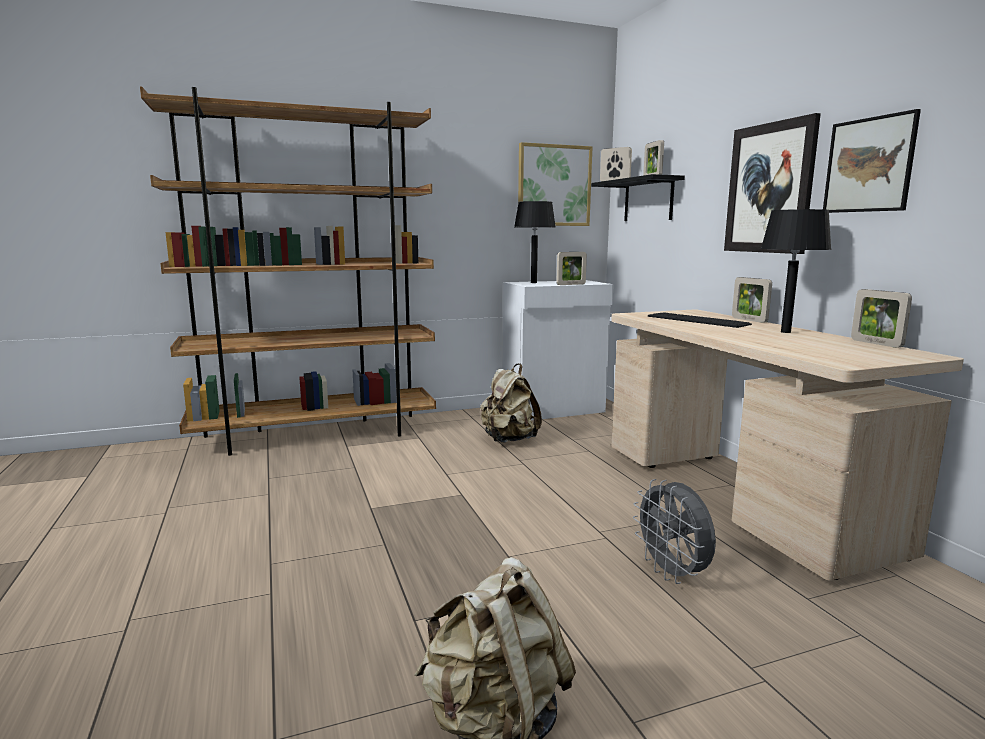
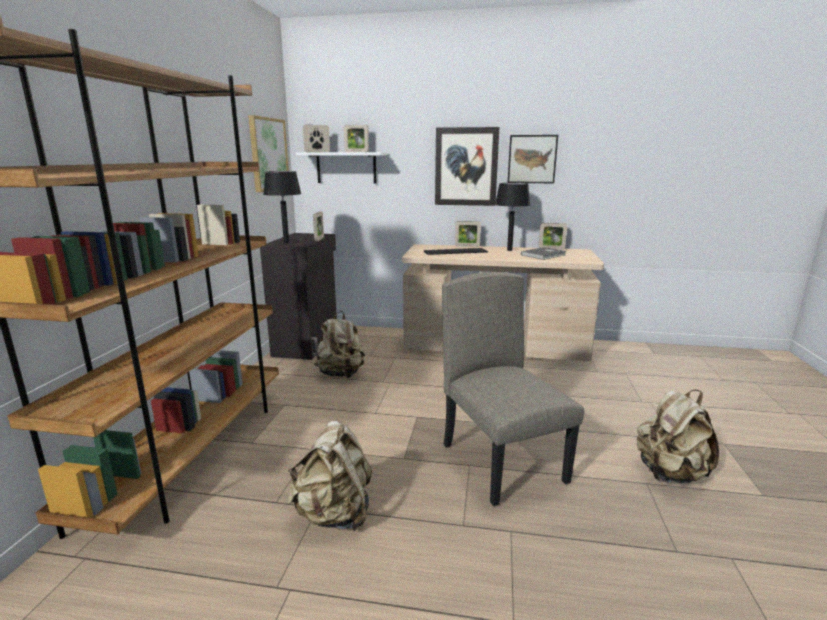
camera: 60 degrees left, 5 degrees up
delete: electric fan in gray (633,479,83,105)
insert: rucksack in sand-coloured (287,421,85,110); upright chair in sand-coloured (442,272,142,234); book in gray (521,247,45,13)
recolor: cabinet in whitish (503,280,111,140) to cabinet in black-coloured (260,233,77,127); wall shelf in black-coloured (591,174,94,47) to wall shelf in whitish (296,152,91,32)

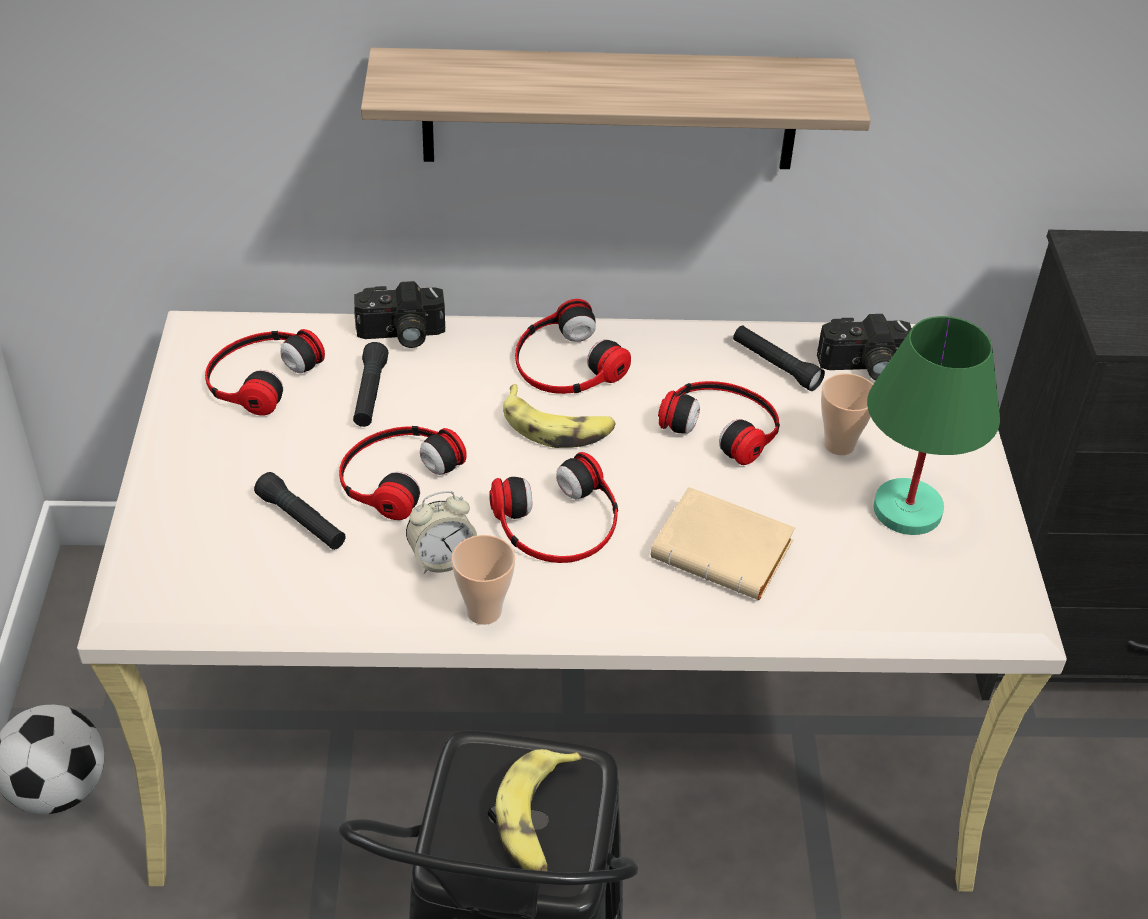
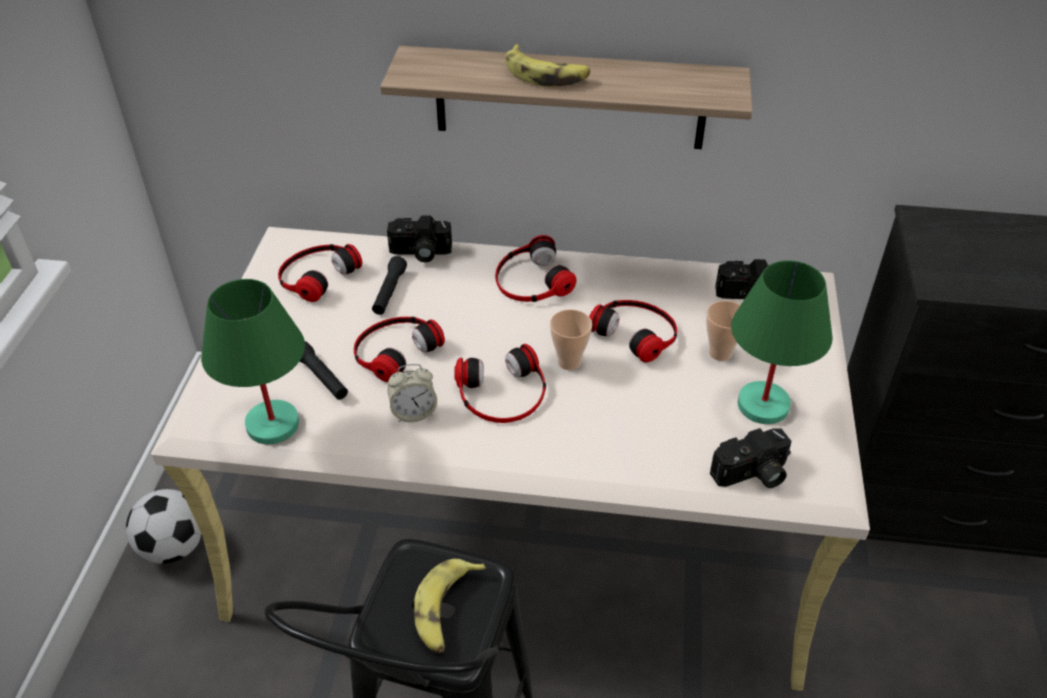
camera: 10 degrees right, 0 degrees up
delete: book in sand-coloured (651,487,144,113); hand torch in black-coloured (733,325,92,66)
insert: table lamp in green-coloured (201,279,104,166); still camera (710,428,82,60)
move: cup (452,535,63,90) to (550,309,42,61); whole banana (503,384,113,64) to (505,44,85,43)

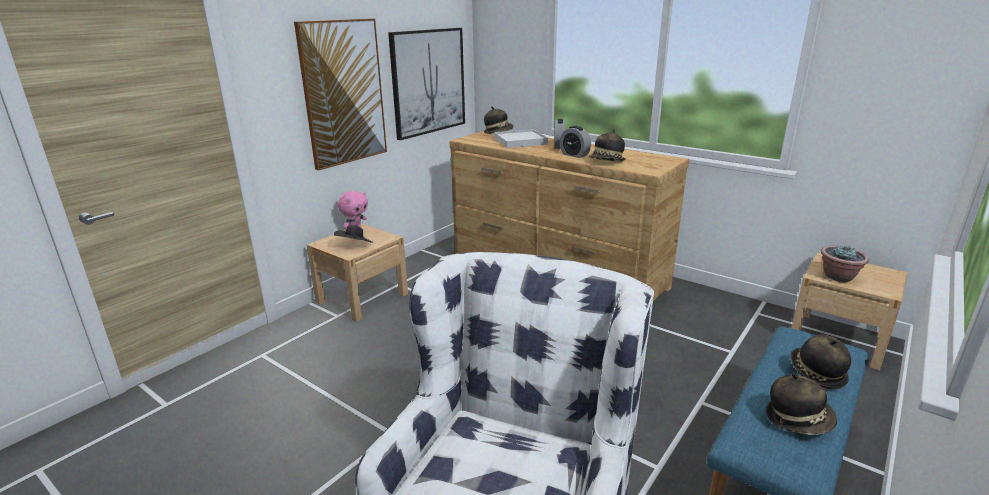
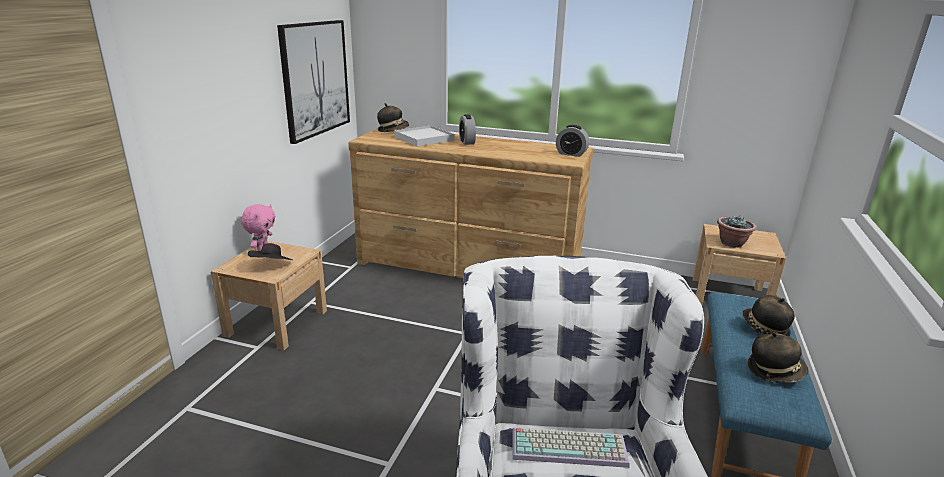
camera: 20 degrees left, 0 degrees up
delete: picture (294,19,93,152); hat (589,129,37,33)
insert: computer keyboard (512,427,118,41)
move: table clock (560,126,31,32) to (556,125,33,32)

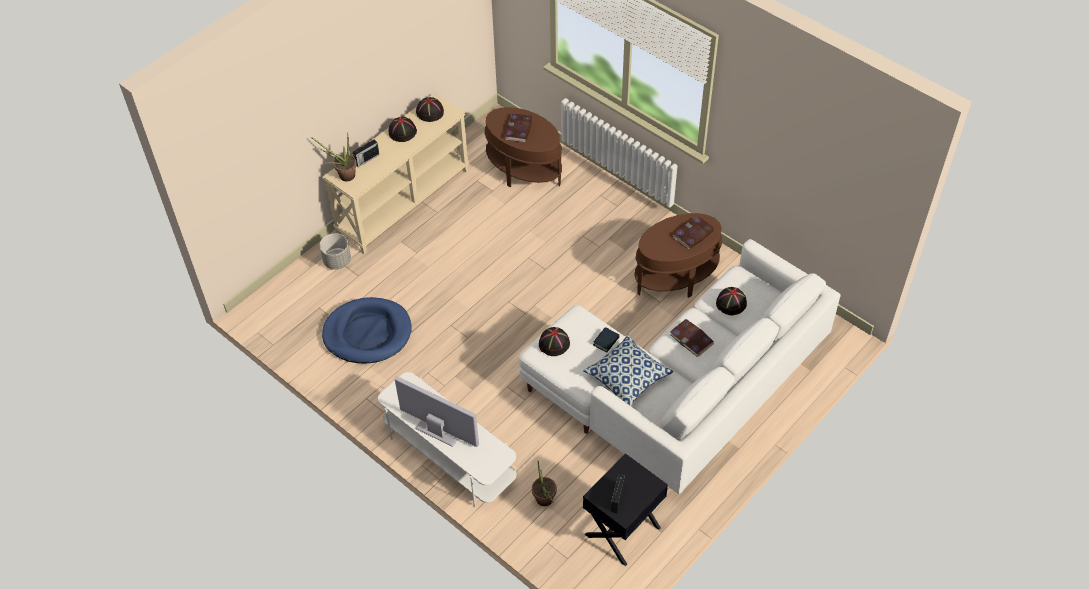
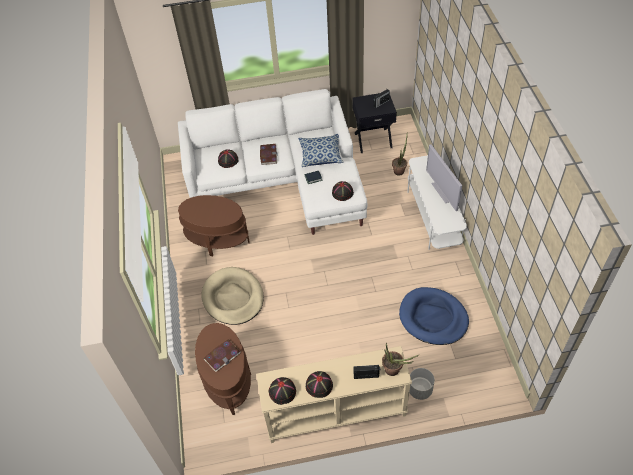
camera: 140 degrees left, 0 degrees up
delete: book (673,216,41,33)
insert: dog cushion in sand-coloured (201,267,63,58)

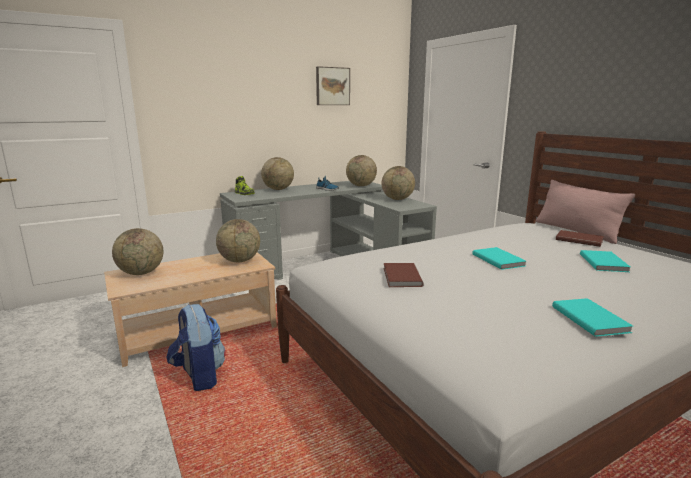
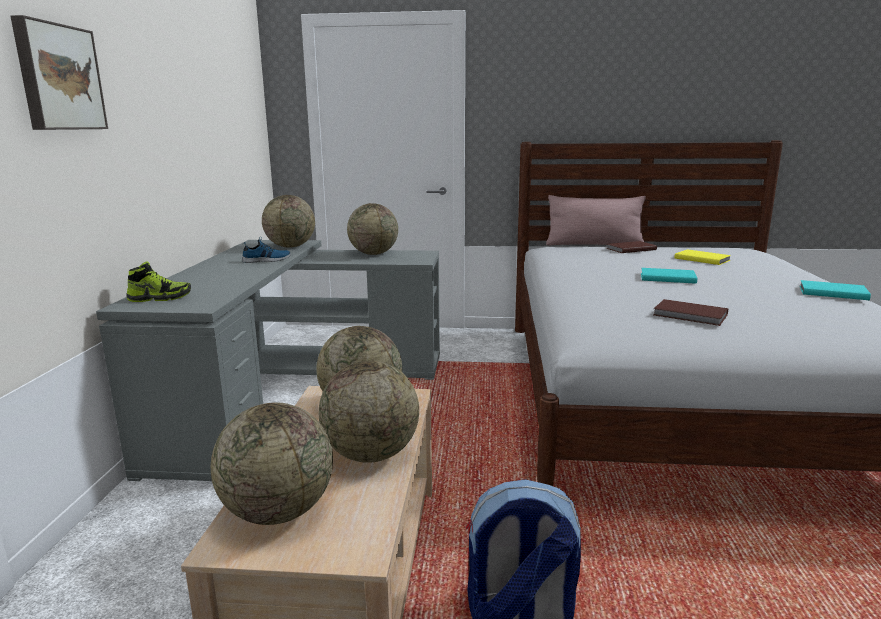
camera: 55 degrees left, 0 degrees up
move: globe (261,157,33,33) to (319,360,100,103); picture (316,66,34,39) to (10,15,98,115)
recolor: book in turquoise (580,250,50,22) to book in yellowish (674,249,57,16)

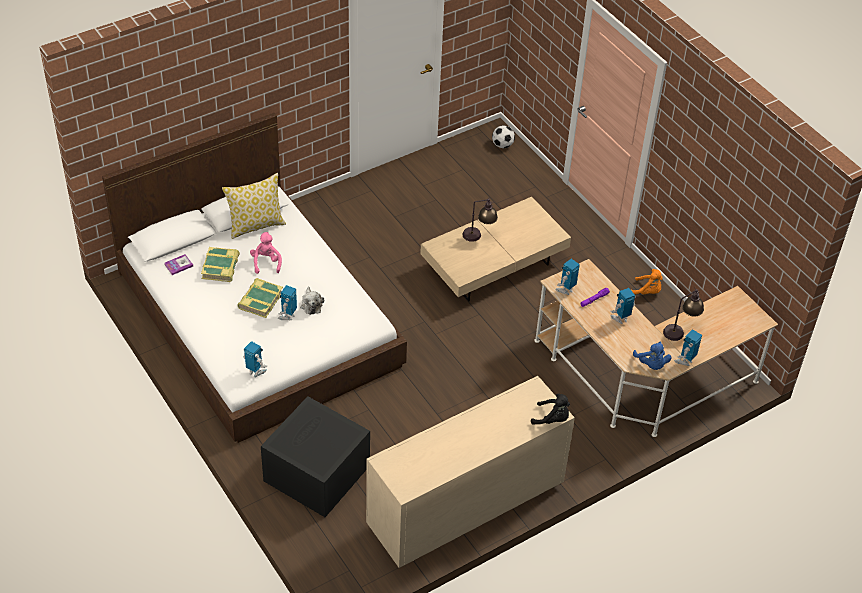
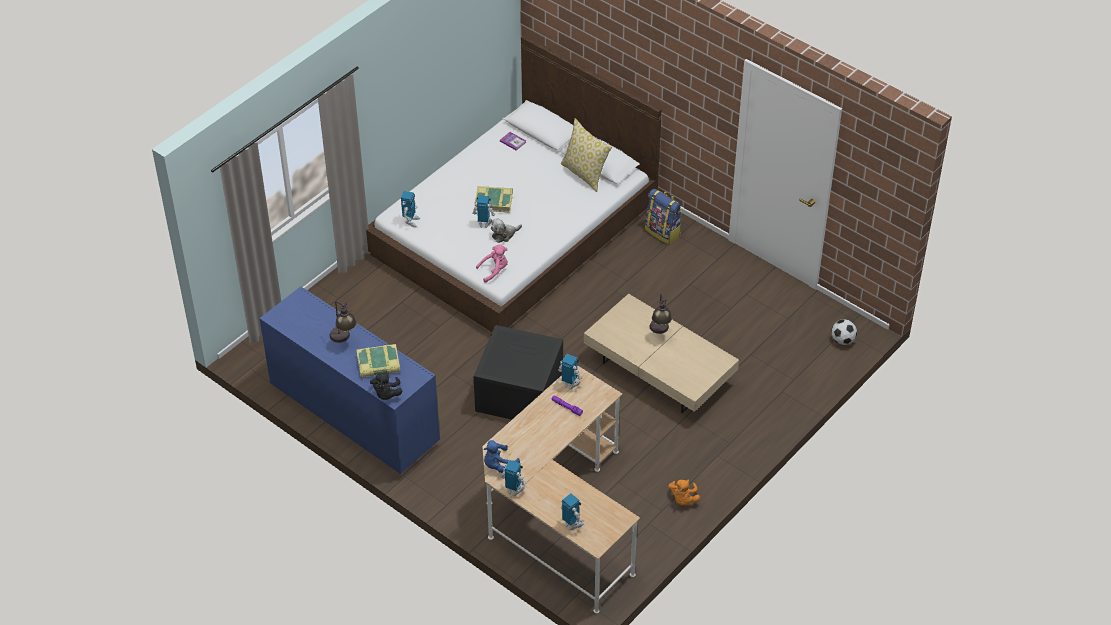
camera: 75 degrees right, 0 degrees up
insert: rucksack (645,189,37,55)
move: book (201,247,39,35) to (357,344,43,34); cuddly toy in pinkish (250,232,32,42) to (476,244,32,39); storage container in black-coloured (261,396,109,121) to (474,325,89,95); model robot (610,288,26,36) to (561,493,23,37); table lamp (663,289,41,52) to (330,301,27,42)
recolor: chest of drawers in sand-coloured (366,376,209,192) to chest of drawers in blue (260,286,180,188)

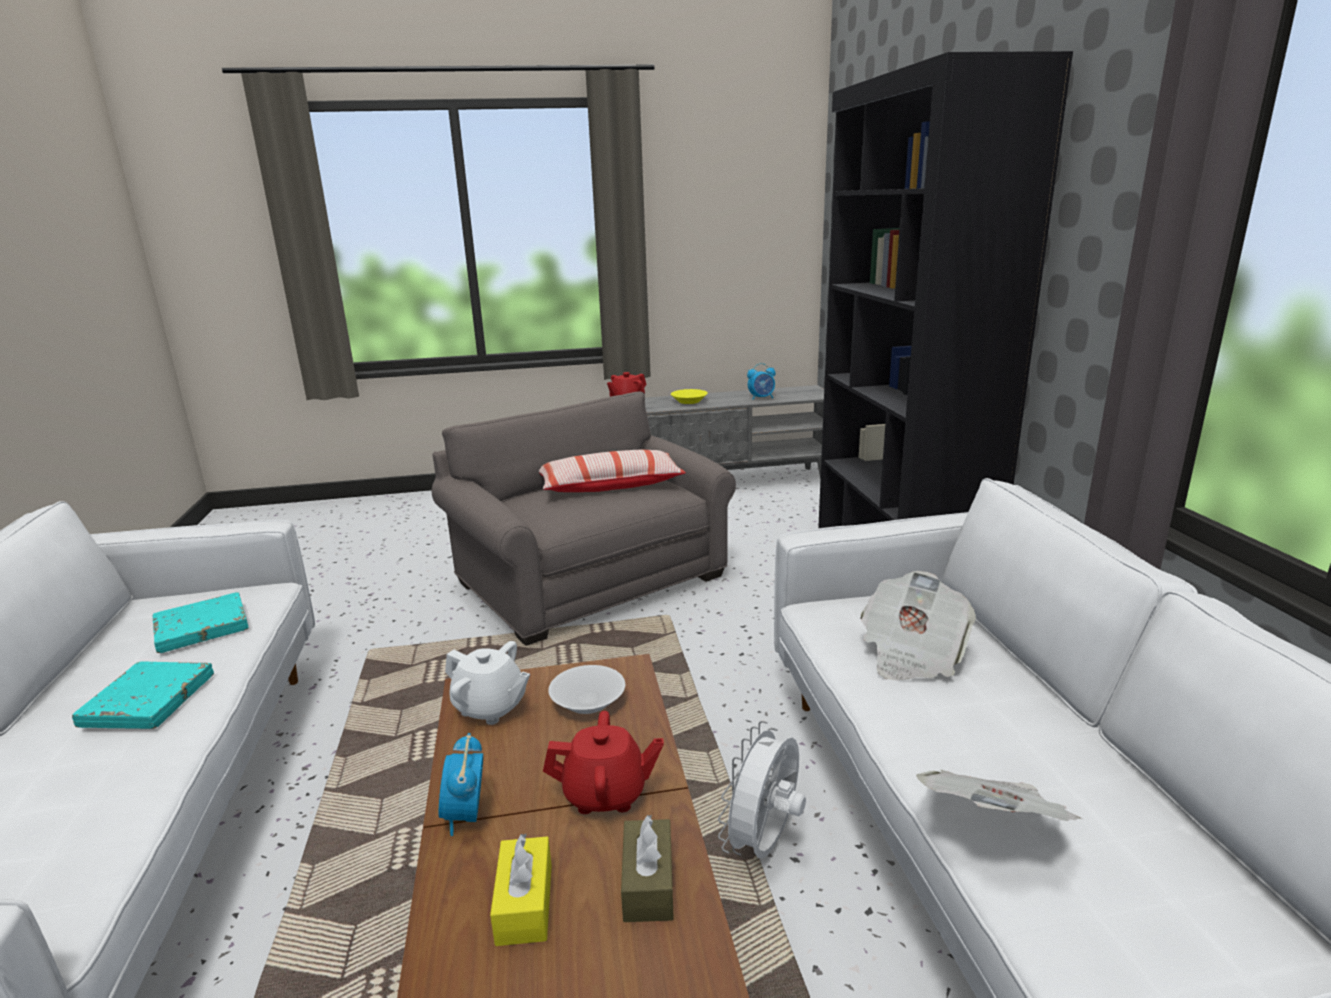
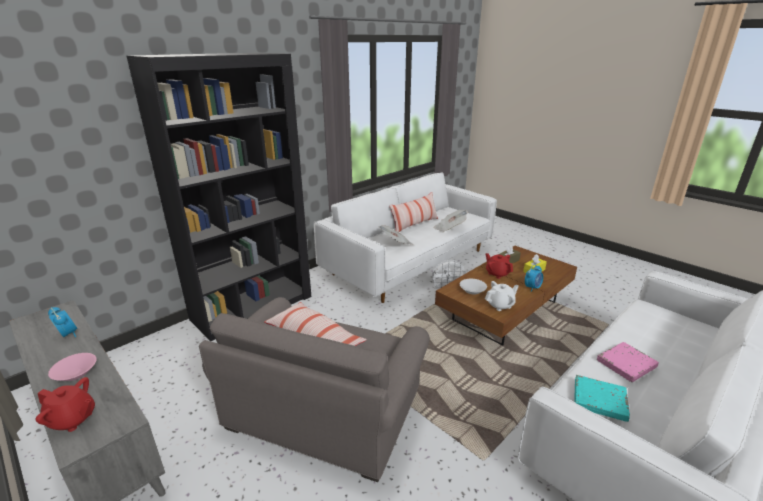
camera: 125 degrees left, 5 degrees up
insert: cushion (389,192,49,40)
recolor: book in turquoise (72,662,142,67) to book in pinkish (597,342,62,40); bowl in yellowish (671,389,37,15) to bowl in pinkish (48,353,49,28)
rotate: tea pot in whitish (445,641,85,84) = (485,281,34,30) 75 degrees clockwise

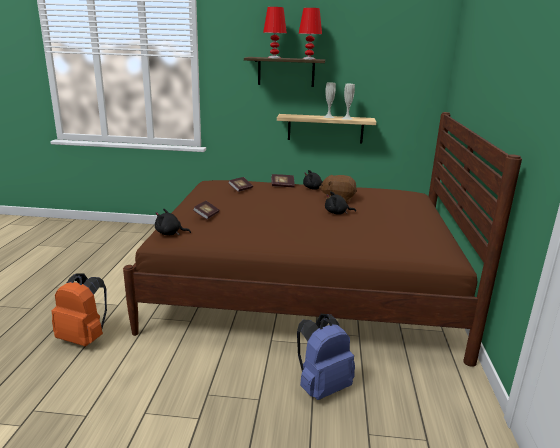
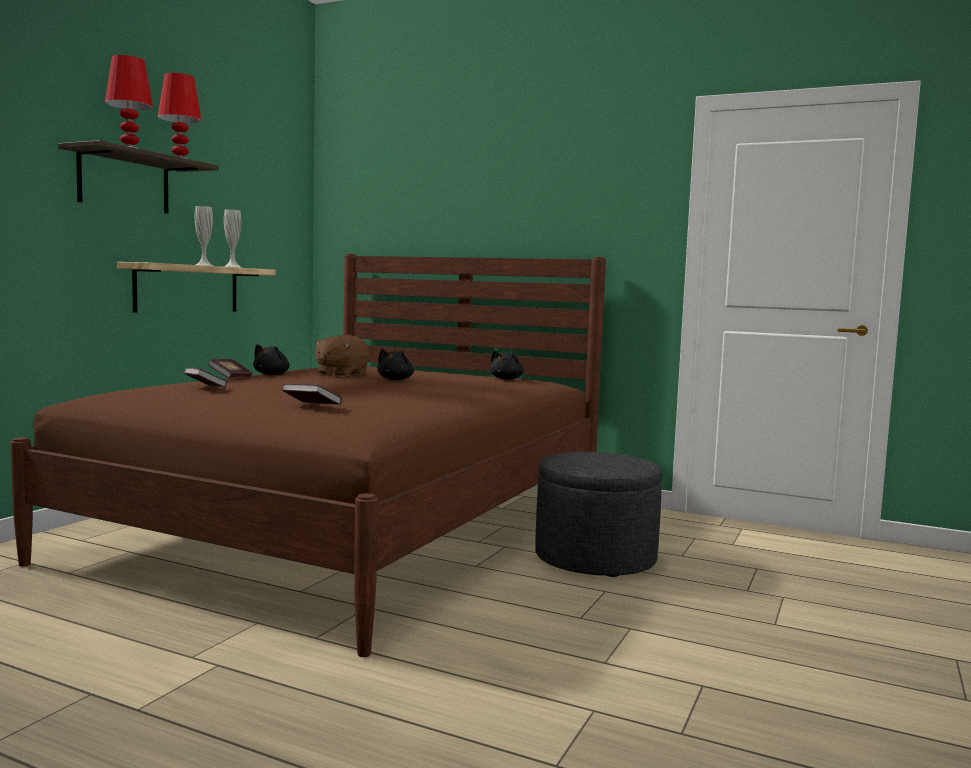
camera: 70 degrees left, 15 degrees down
delete: rucksack in orange-coloured (52,273,55,73)
move: cuddly toy in black-coloured (155,209,36,26) to (490,350,34,30)
replace: rucksack in blue (297,314,58,86) to ottoman in gray (535,452,128,125)

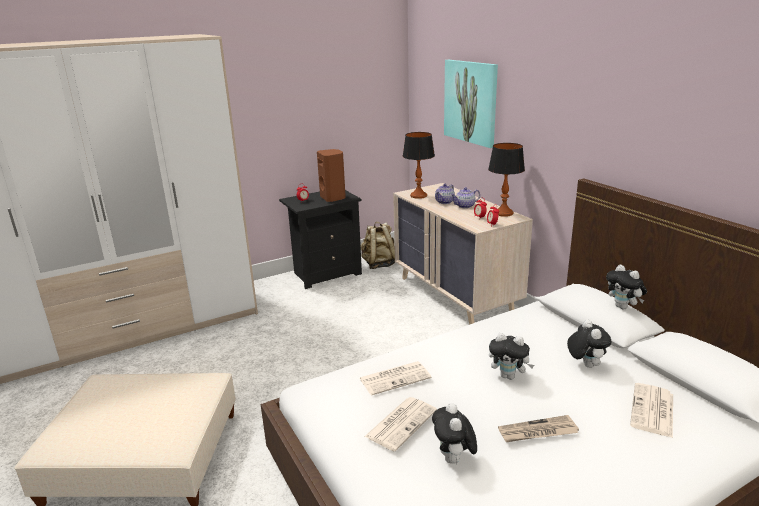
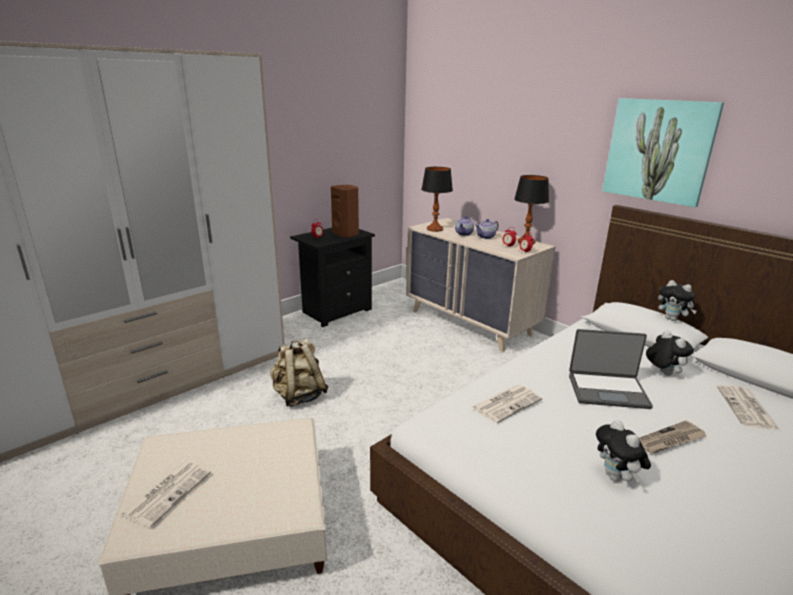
camera: 15 degrees left, 0 degrees up
move: rucksack in sand-coloured (361,222,34,47) to (270,339,59,68); newspaper (364,397,73,54) to (120,461,91,67); picture (444,60,54,88) to (602,98,122,109)
replace: cuddly toy (489,333,45,47) to portable computer (569,329,84,80)

